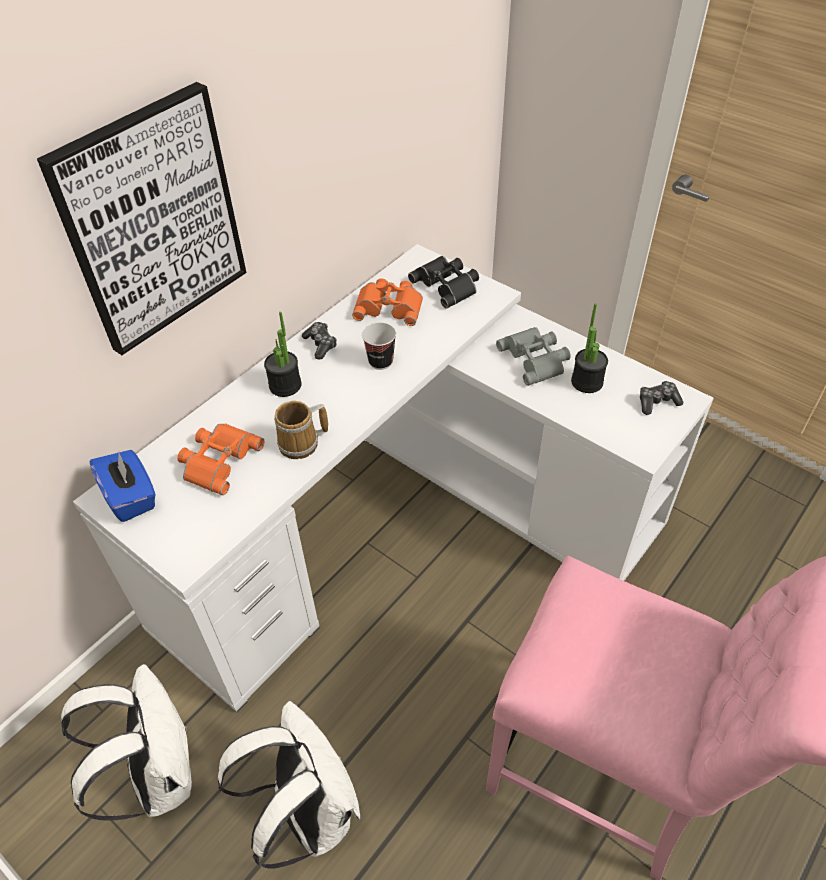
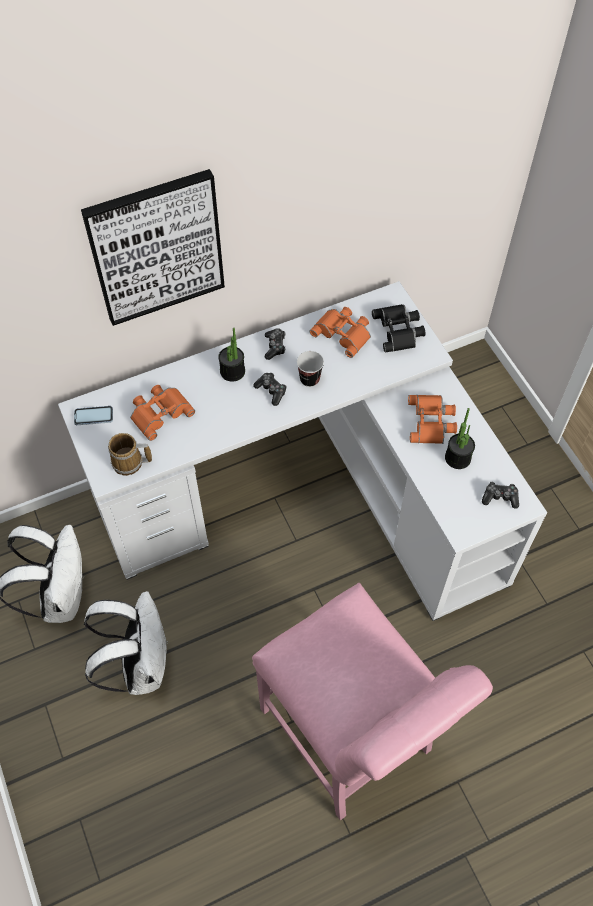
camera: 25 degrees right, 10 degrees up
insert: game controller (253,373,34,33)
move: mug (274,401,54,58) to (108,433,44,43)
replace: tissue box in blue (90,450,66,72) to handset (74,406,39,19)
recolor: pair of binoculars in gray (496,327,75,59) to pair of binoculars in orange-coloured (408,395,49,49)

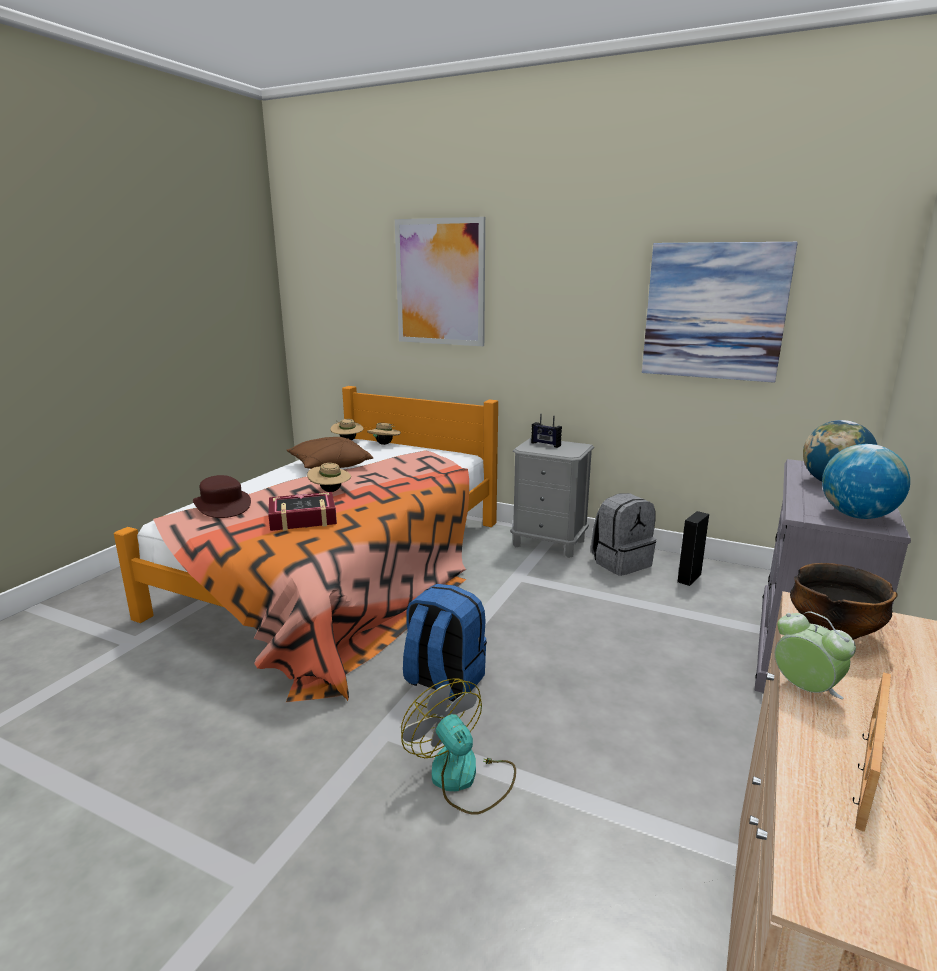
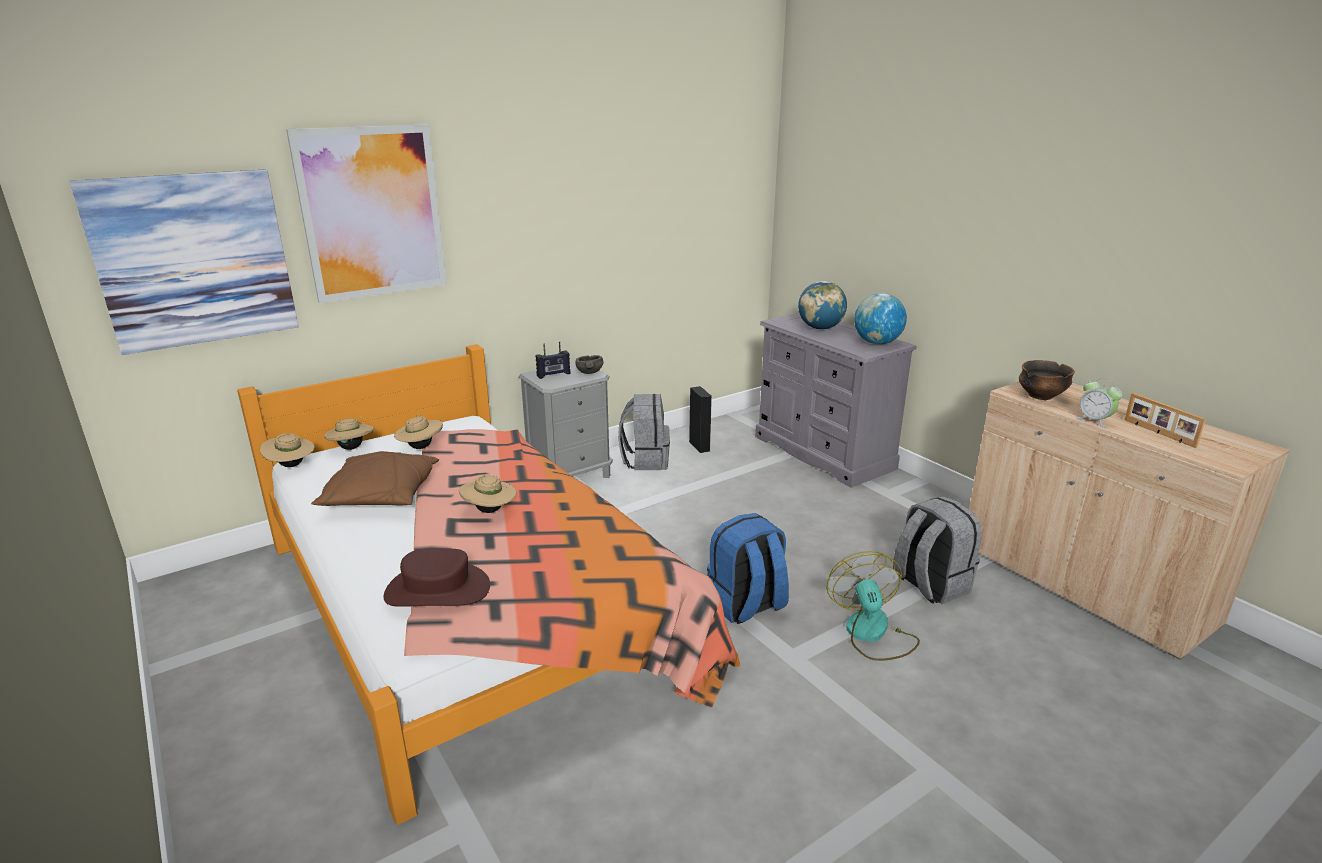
camera: 60 degrees left, 5 degrees up
delete: book (268,492,69,39)
insert: hat in sand-coloured (394,413,49,36); bowl in gray (575,355,28,19); rucksack in gray (893,496,89,108)
move: picture (642,242,156,141) to (70,169,229,186)
rotate: electric fan (401,678,115,137) = (826,551,94,110) 90 degrees clockwise; table clock (775,611,81,88) = (1076,378,47,50) 120 degrees counterclockwise

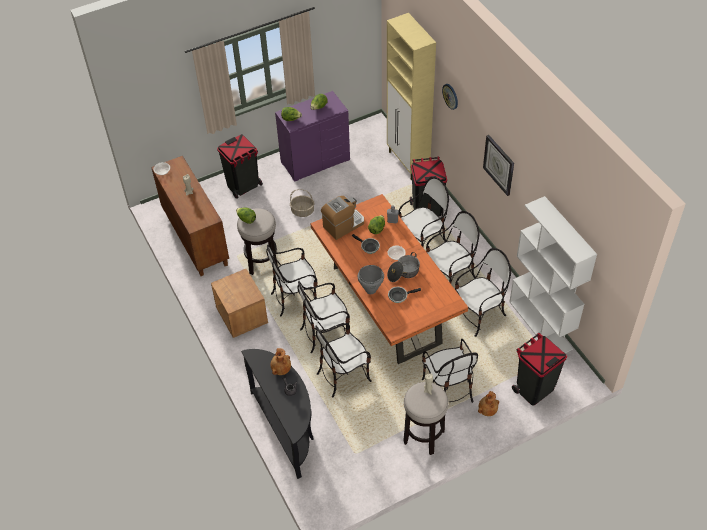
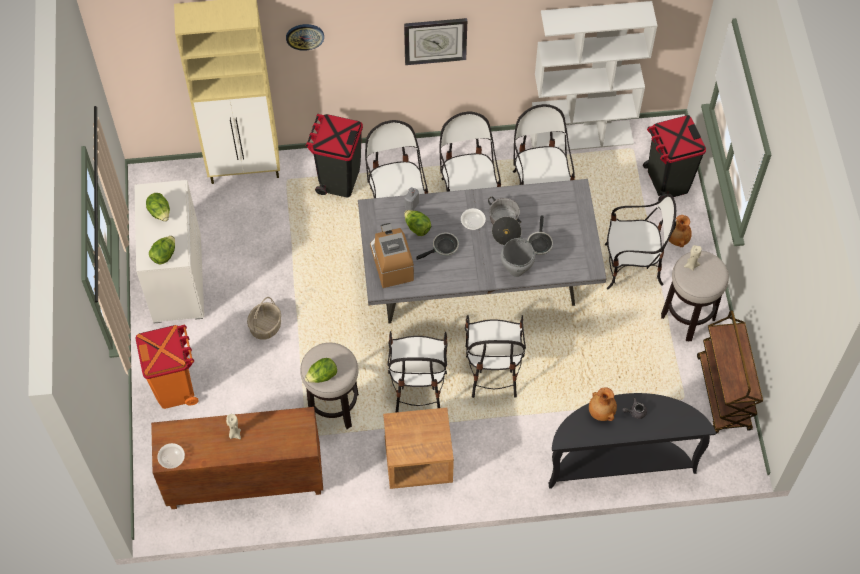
camera: 70 degrees left, 10 degrees up
delete: upright chair (315,323,57,75)
insert: cart in brown-coloured (697,310,66,124)
recolor: trash can in black-coloured (217,134,46,65) to trash can in orange-coloured (135,324,64,85); chest of drawers in purple-coloured (275,91,75,91) to chest of drawers in whitish (135,180,69,143); kitchen table in orange-coloured (310,194,158,170) to kitchen table in gray (358,179,249,144)

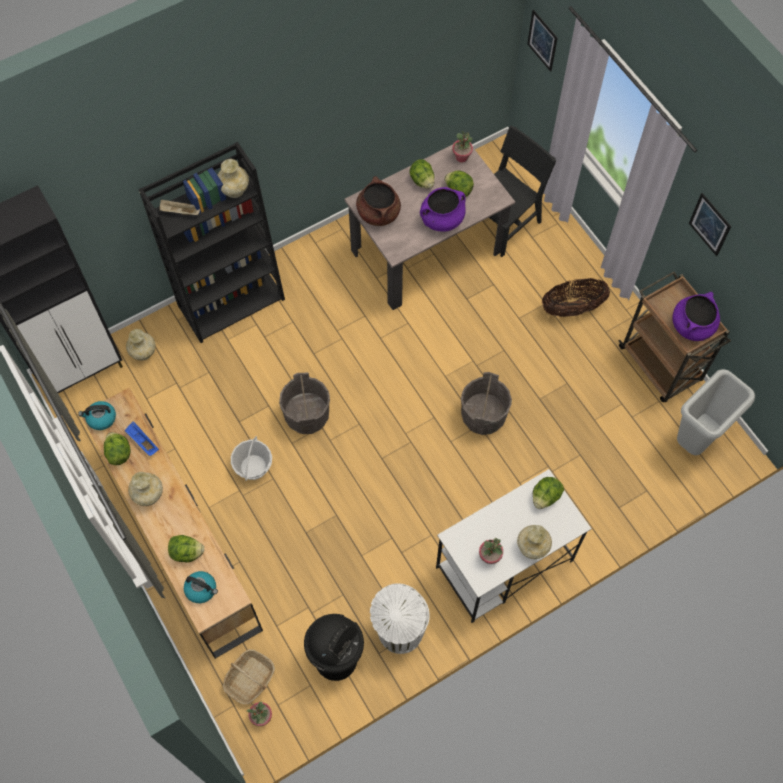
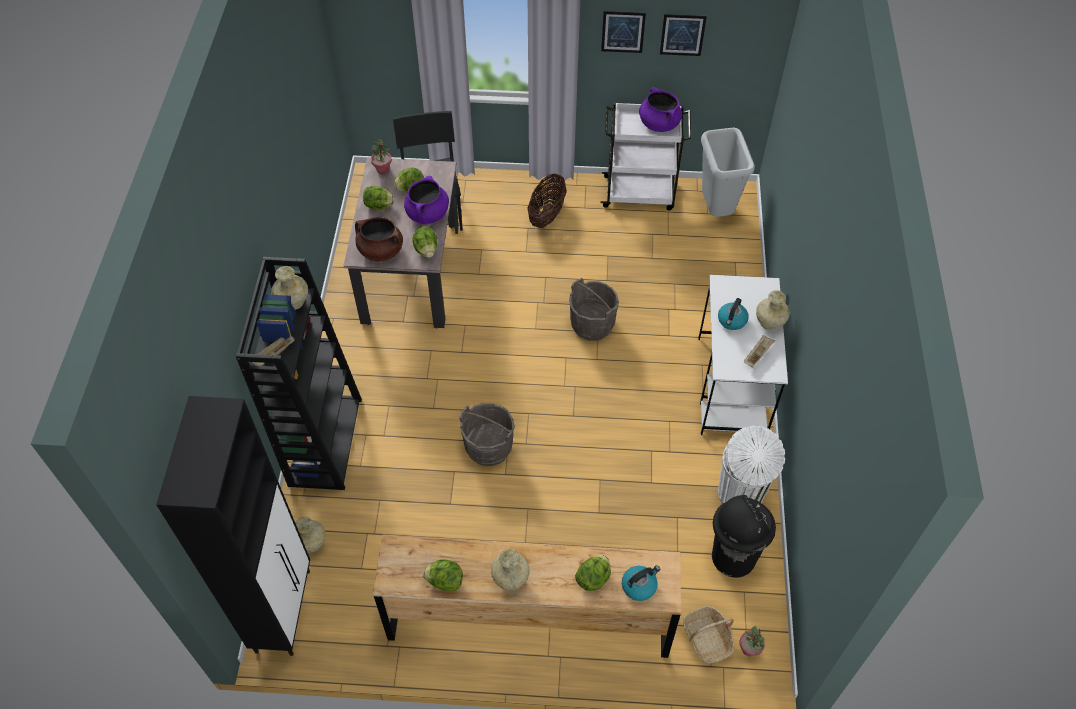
camera: 55 degrees left, 10 degrees down
delete: serving tray in blue (125,421,34,35); basket (231,436,41,45)
move: tea kettle (78,401,38,29) to (718,298,31,32); picture (527,10,31,62) to (660,14,47,42); lettuce head (533,477,31,32) to (412,226,25,32)
replace: potted plant (479,538,24,26) to serving tray in sand-coloured (744,335,31,33)
recolor: cart in brown-coloured (618,271,113,131) to cart in whitish (600,102,91,109)

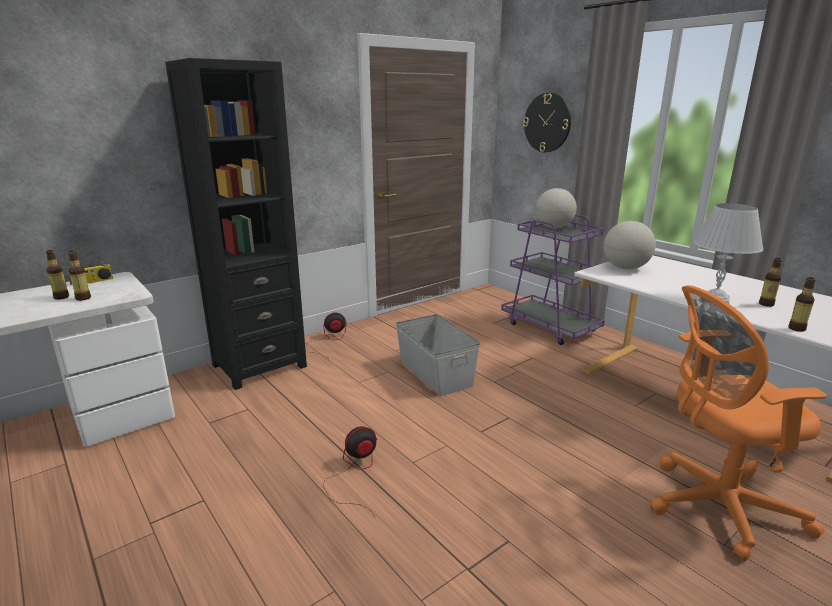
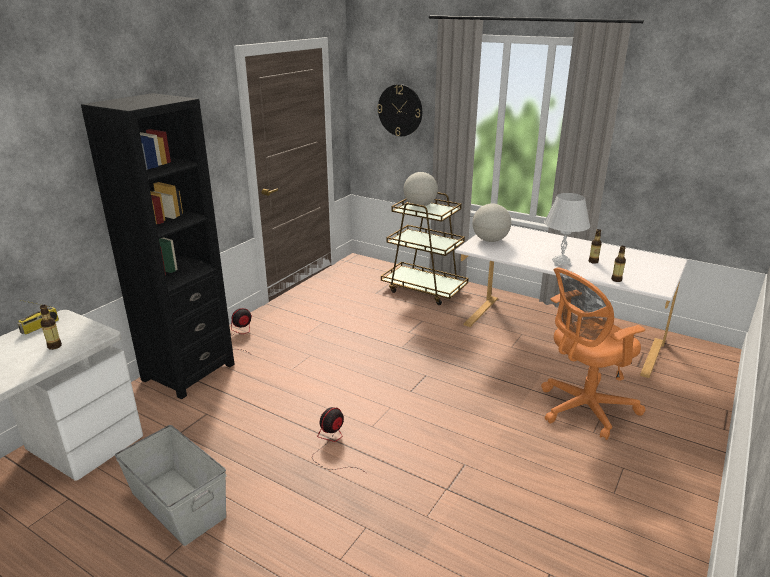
camera: 20 degrees left, 5 degrees up
delete: beverage bottle (46,250,23,50)
move: storage container in gray (396,314,84,82) to (115,425,111,121)
recolor: cart in purple-coloured (501,214,104,131) to cart in brown-coloured (381,192,88,113)

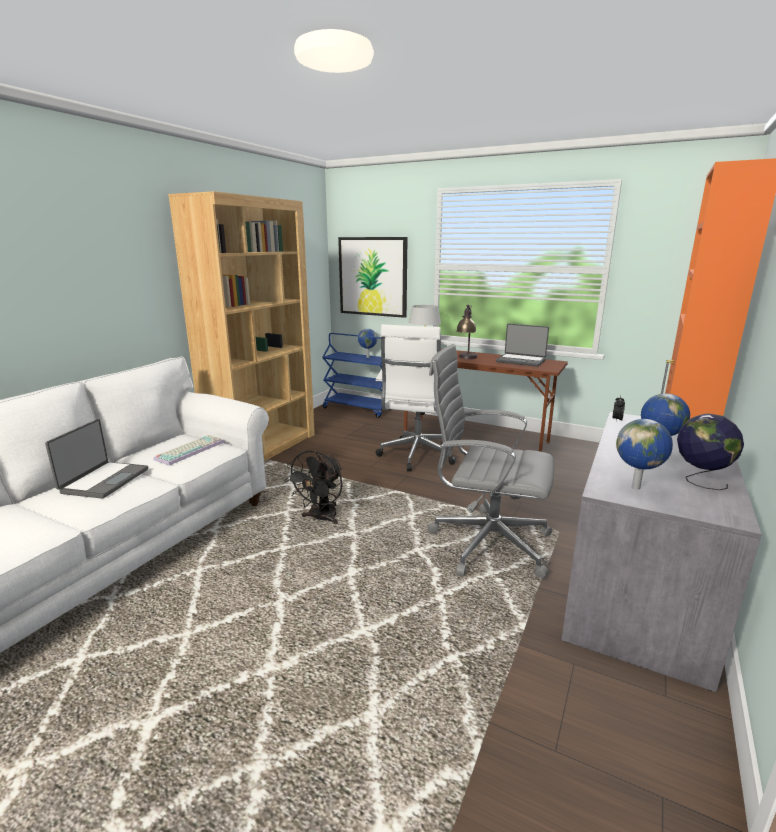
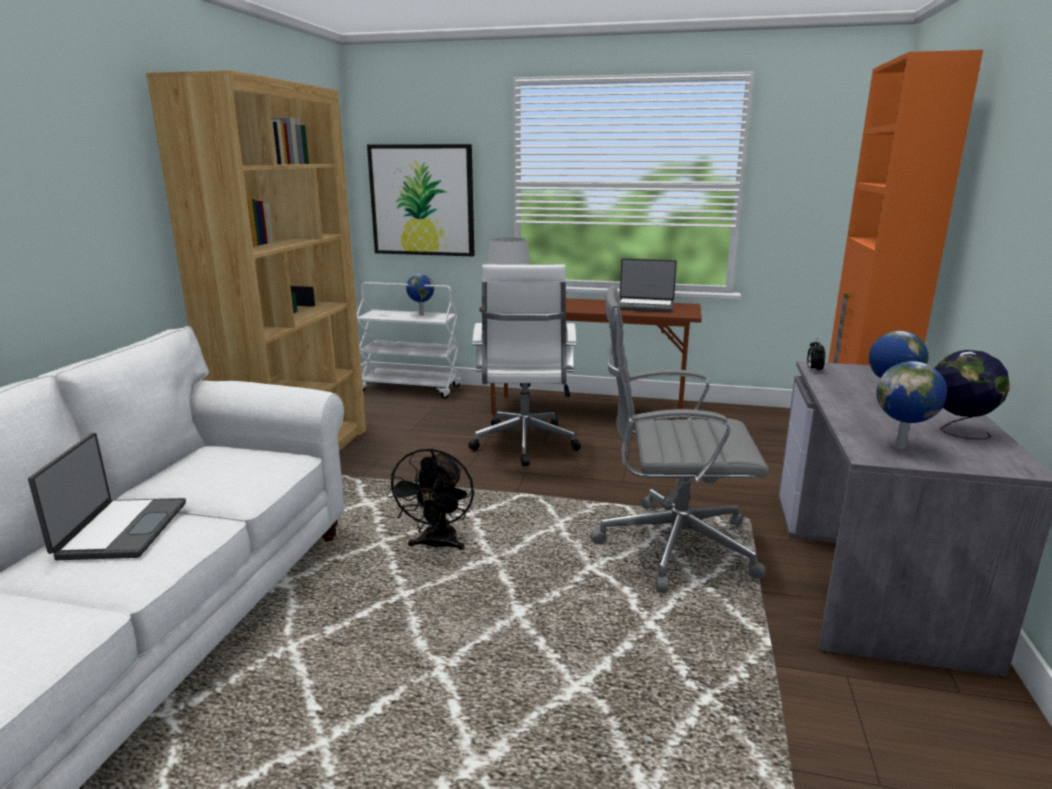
camera: 15 degrees left, 0 degrees up
delete: computer keyboard (153,435,71,31); table lamp (456,305,22,54)
recolor: cart in blue (322,333,68,85) to cart in whitish (357,282,104,116)

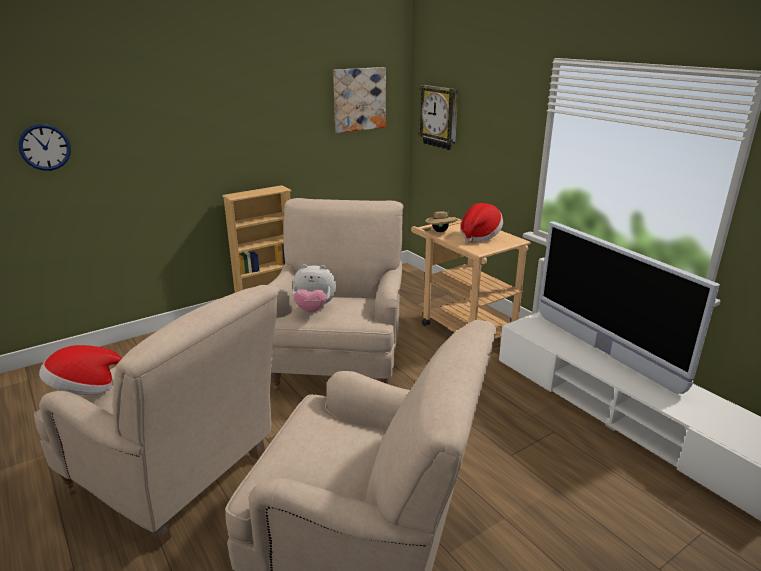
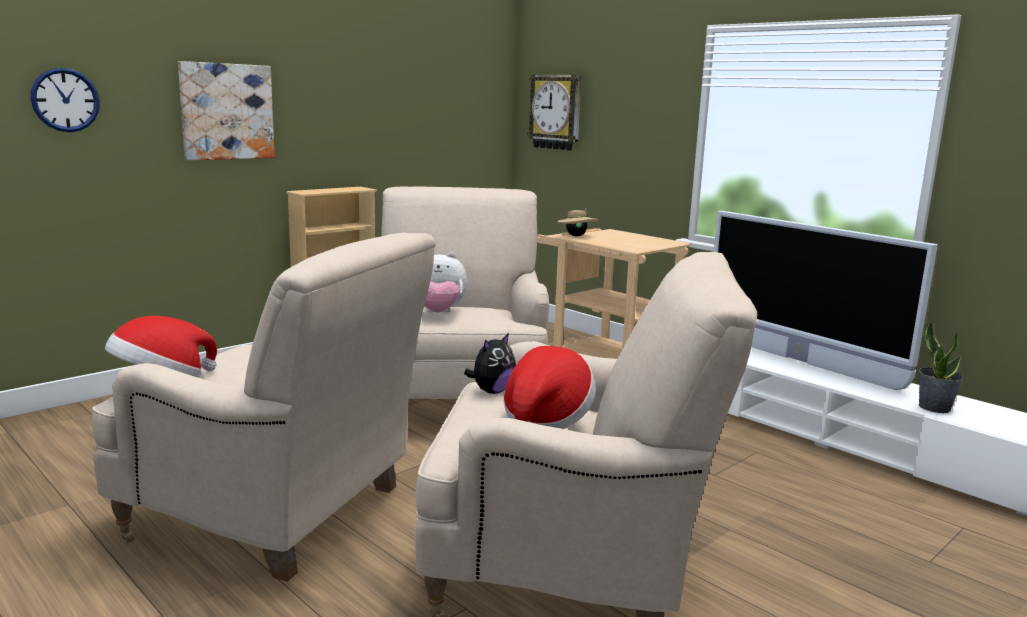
camera: 10 degrees left, 10 degrees down
insert: cuddly toy (464,333,52,61); potted plant (919,321,44,92)
move: picture (333,67,53,66) to (178,61,97,100); hat (461,203,42,40) to (503,346,93,83)

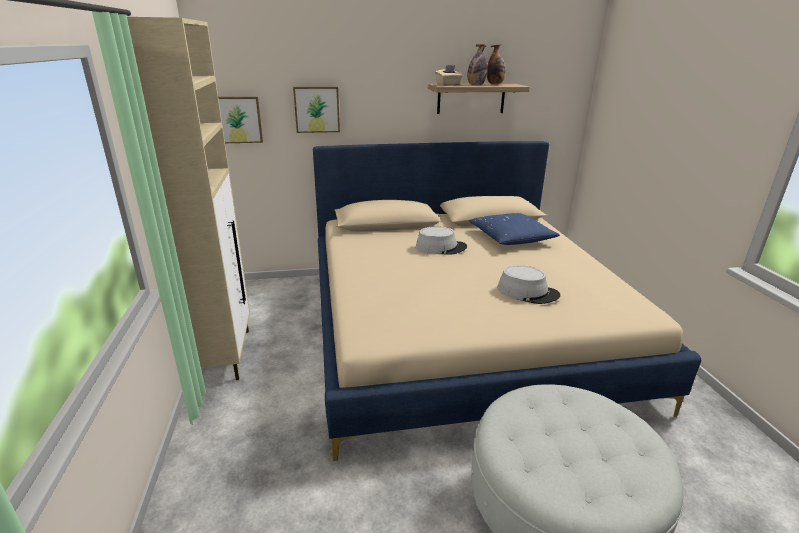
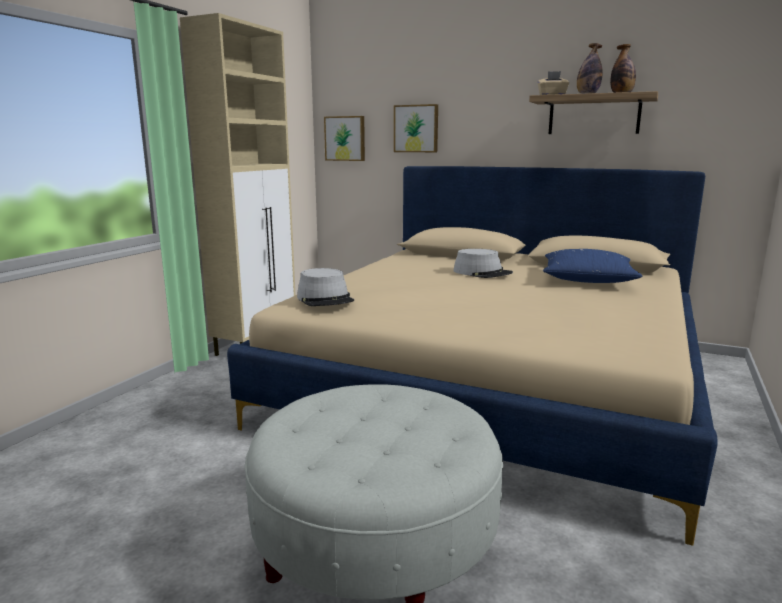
camera: 35 degrees right, 10 degrees down
move: hat in gray (497,265,63,39) to (297,268,57,38)

